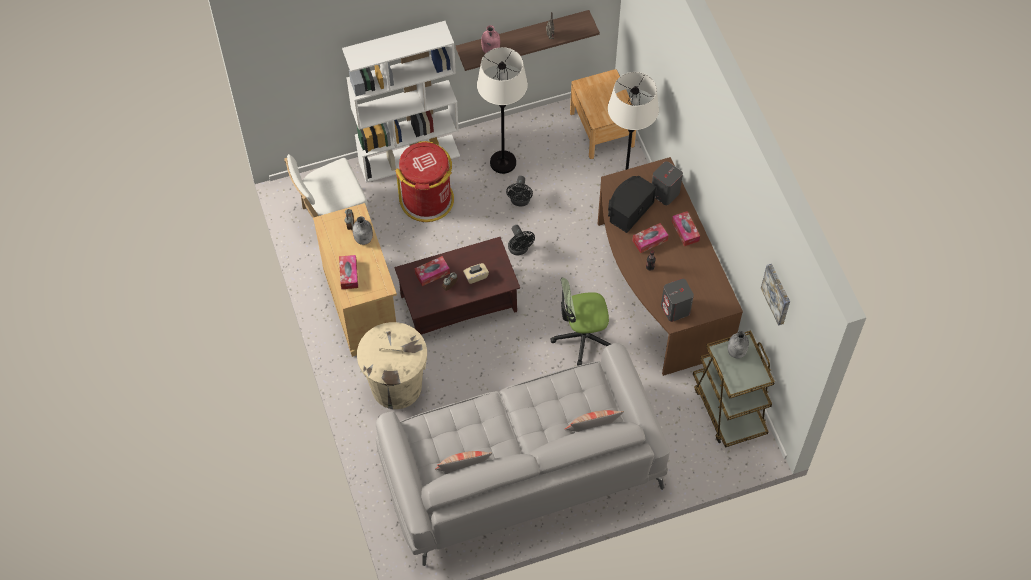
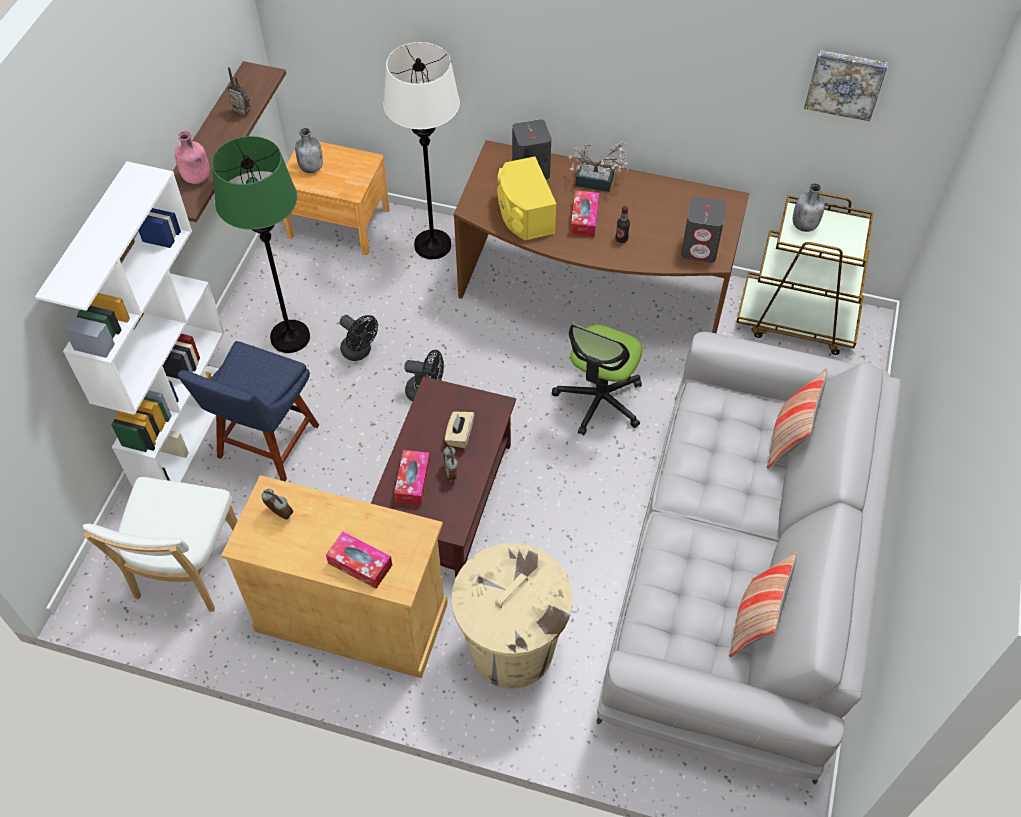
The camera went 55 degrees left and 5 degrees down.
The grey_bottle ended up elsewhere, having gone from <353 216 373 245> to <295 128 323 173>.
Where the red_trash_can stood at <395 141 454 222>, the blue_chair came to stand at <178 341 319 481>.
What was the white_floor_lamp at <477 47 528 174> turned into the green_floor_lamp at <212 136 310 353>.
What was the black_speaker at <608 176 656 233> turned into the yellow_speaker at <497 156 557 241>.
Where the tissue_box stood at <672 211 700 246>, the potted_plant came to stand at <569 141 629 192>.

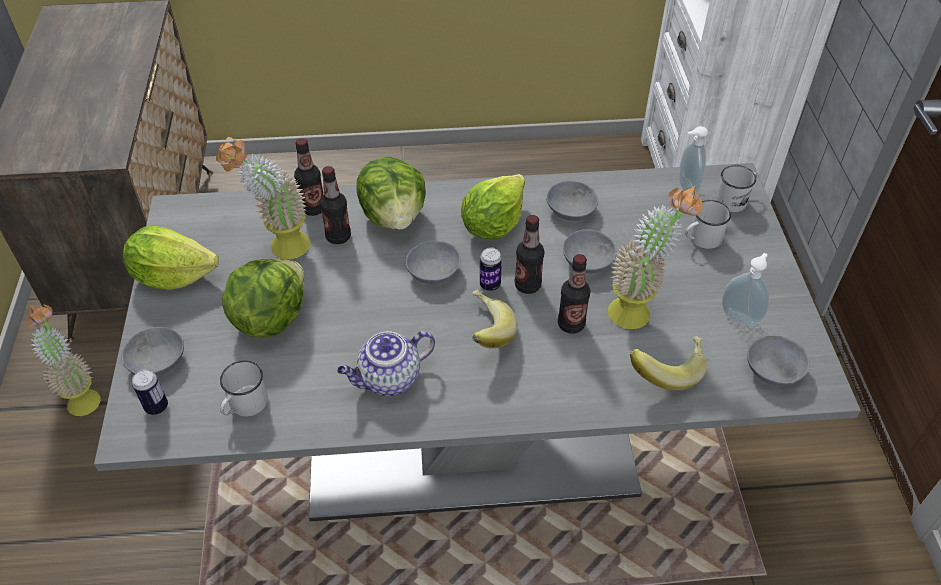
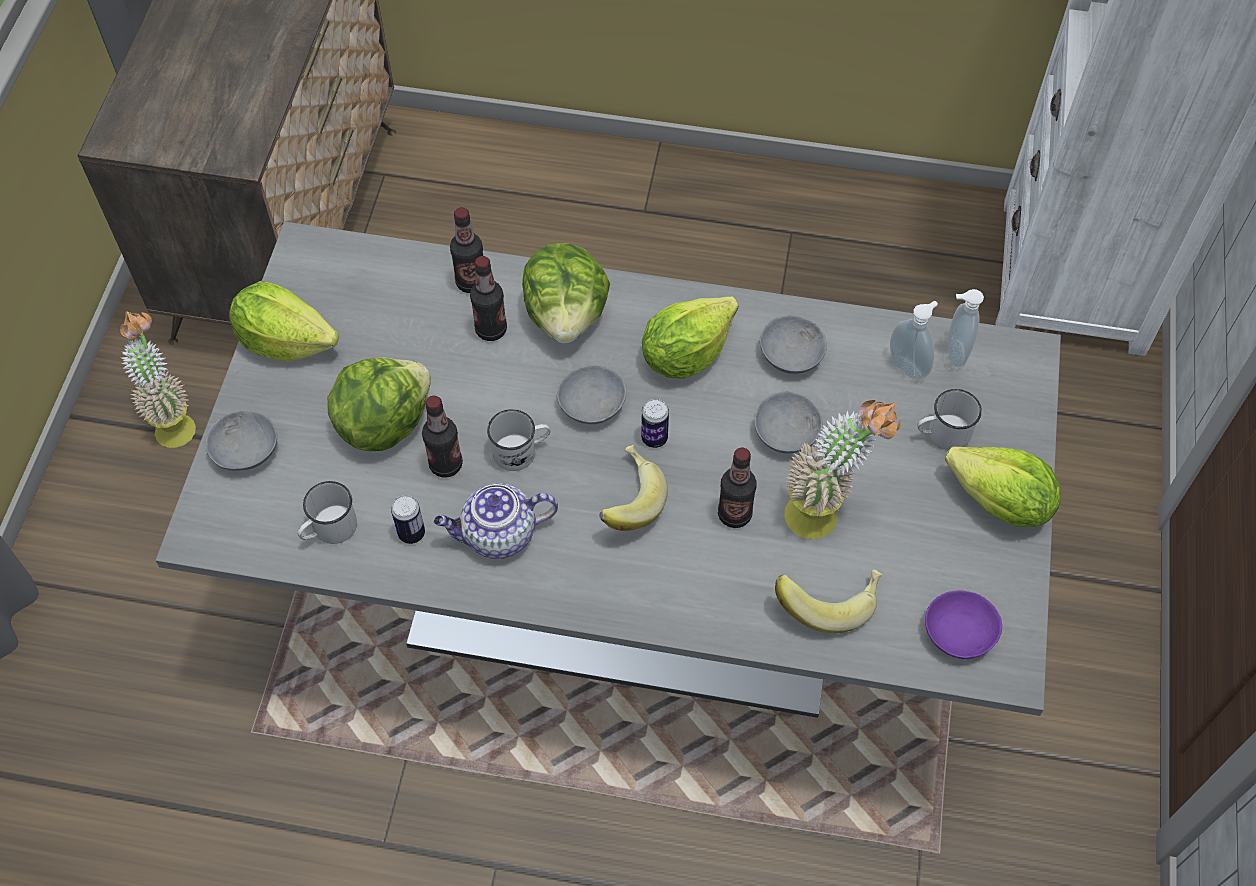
The camera went 15 degrees right and 10 degrees up.
The can ended up elsewhere, having gone from <132 369 168 415> to <391 495 425 544>.
The second view lost the potted_plant at <216 137 311 260>.
The bottle ended up elsewhere, having gone from <515 215 544 294> to <422 396 463 478>.
The white_mug ended up elsewhere, having gone from <716 165 758 212> to <487 409 550 471>.
The soap_dispenser ended up elsewhere, having gone from <722 253 769 326> to <890 301 938 380>.
What was the grey_bowl at <747 336 810 386> turned into the purple_bowl at <925 590 1002 659>.
The second view gained the lettuce at <945 447 1061 527>.

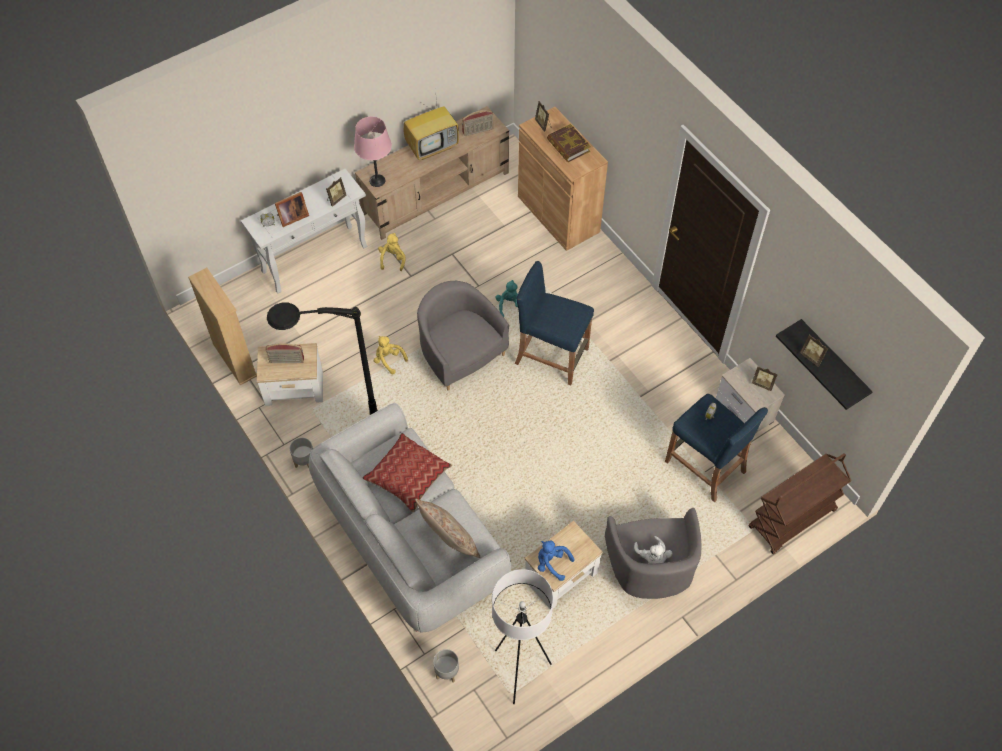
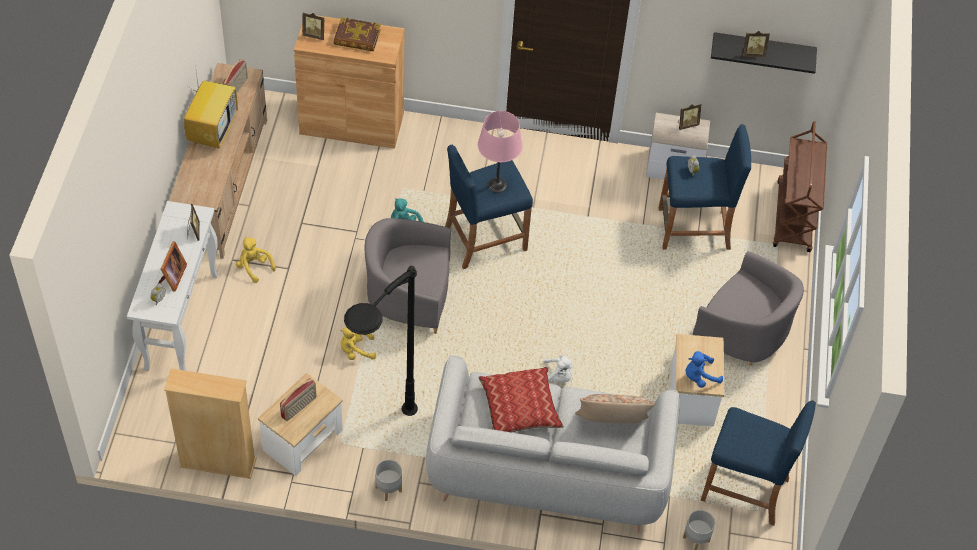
The camera went 50 degrees left and 5 degrees down.
The pink_table_lamp ended up elsewhere, having gone from <354 117 392 187> to <478 111 522 193>.
Where the white_floor_lamp stood at <492 569 553 704>, the blue_stool came to stand at <701 400 816 526>.
The white_plush_toy ended up elsewhere, having gone from <634 536 673 564> to <543 355 572 383>.

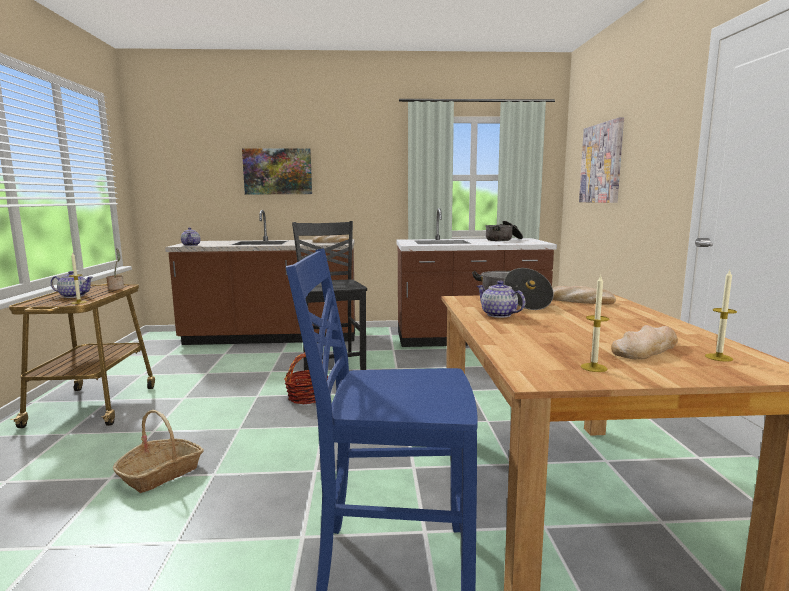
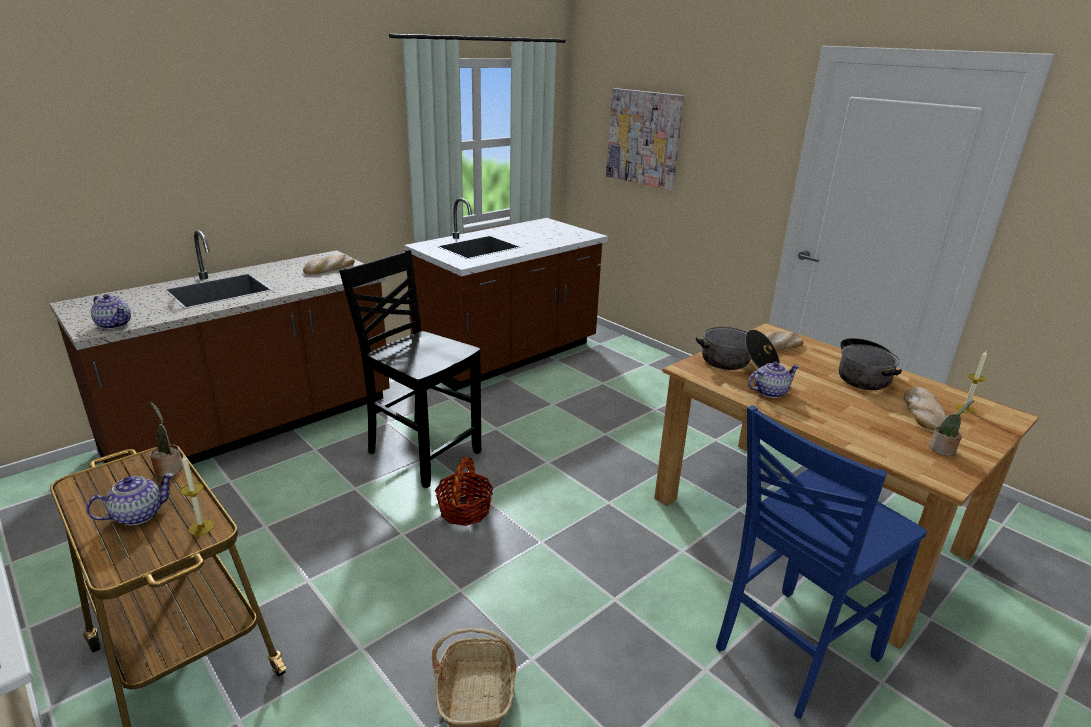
The camera went 40 degrees left and 15 degrees up.
The second view lost the picture at <242 148 312 195>.
The teapot at <477 281 526 318> ended up facing another way, 150 degrees clockwise from before.
The cooking_pot ended up elsewhere, having gone from <485 221 523 241> to <839 338 902 390>.
Where the candle stood at <581 276 609 372>, the potted_plant came to stand at <929 400 974 456>.

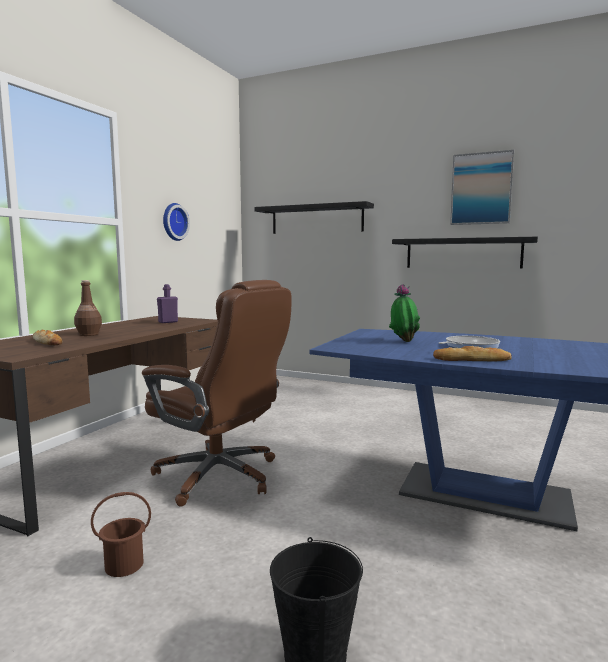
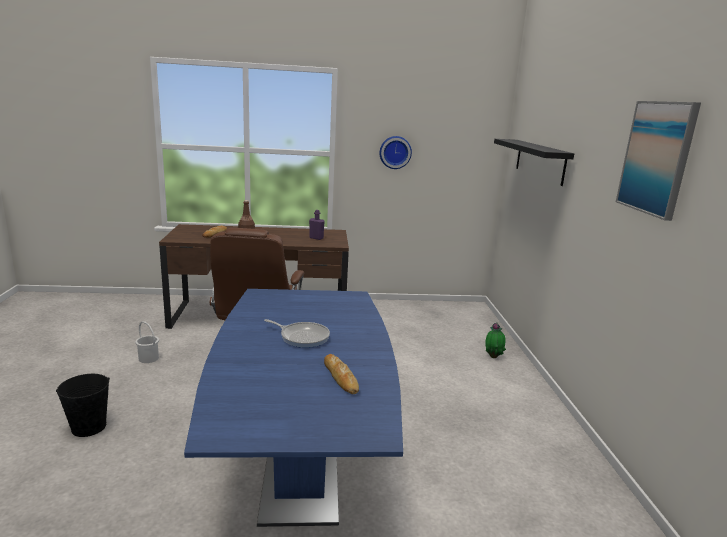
The camera went 60 degrees right and 10 degrees up.
What was the brown_bucket at <91 492 151 577> turned into the white_bucket at <135 321 159 363>.
The potted_plant ended up elsewhere, having gone from <389 284 420 342> to <485 323 506 358>.
The second view lost the black_shelf at <392 237 538 269>.
The bread ended up elsewhere, having gone from <433 346 512 361> to <324 354 359 394>.

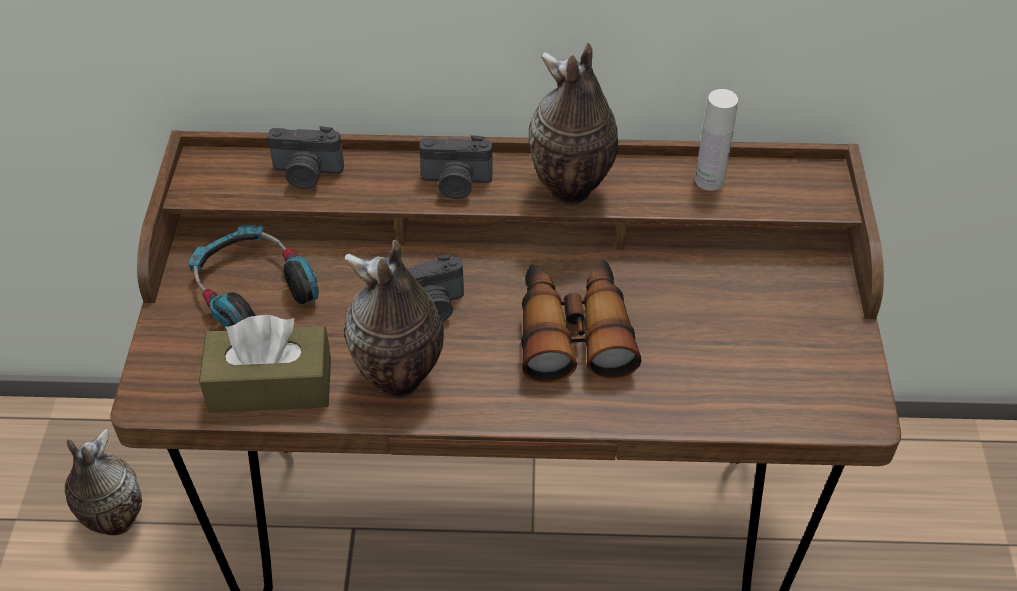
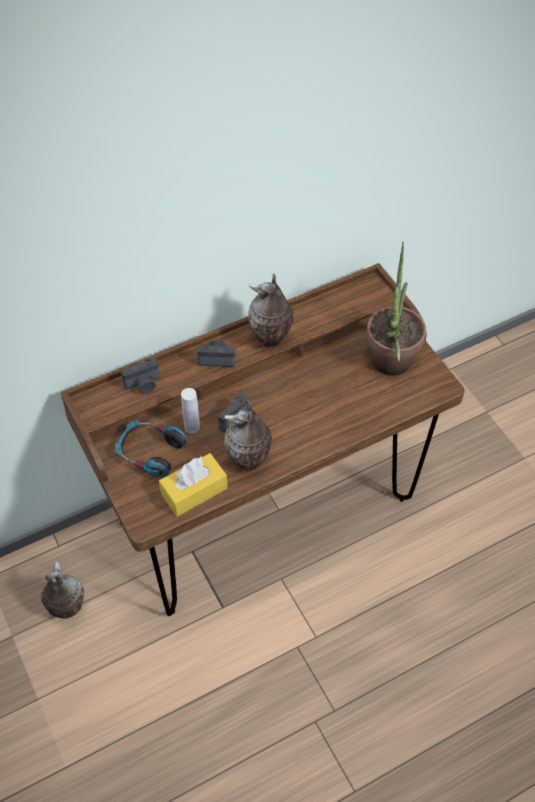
The camera went 30 degrees left and 5 degrees up.
What was the brown_tissue_box at <199 315 331 413> turned into the yellow_tissue_box at <159 453 228 517>.
The photo_camera at <419 135 493 199> ended up facing another way, 150 degrees counterclockwise from before.
The second view lost the binoculars at <521 260 641 383>.
The white_bottle ended up elsewhere, having gone from <695 89 738 191> to <181 388 200 434>.
The second view gained the potted_plant at <367 242 426 376>.

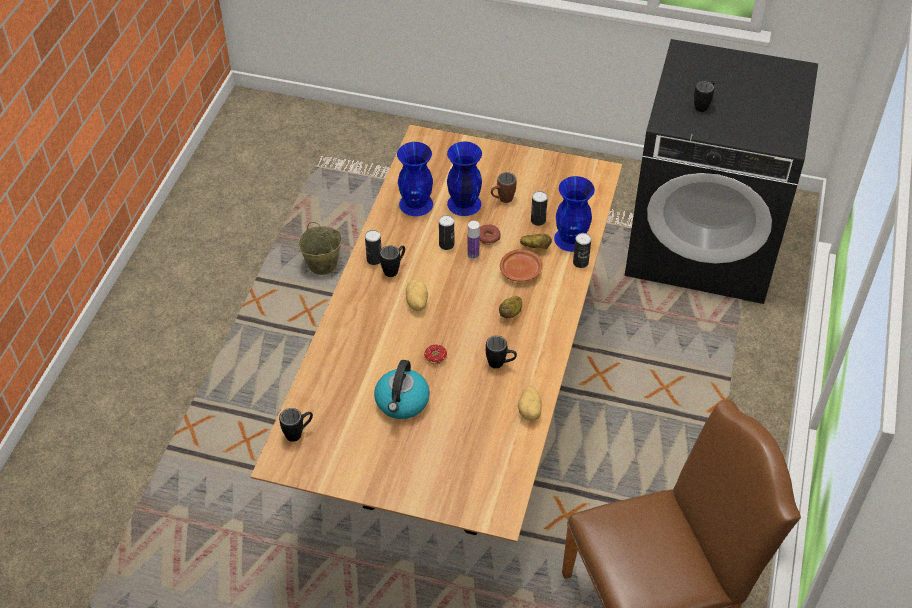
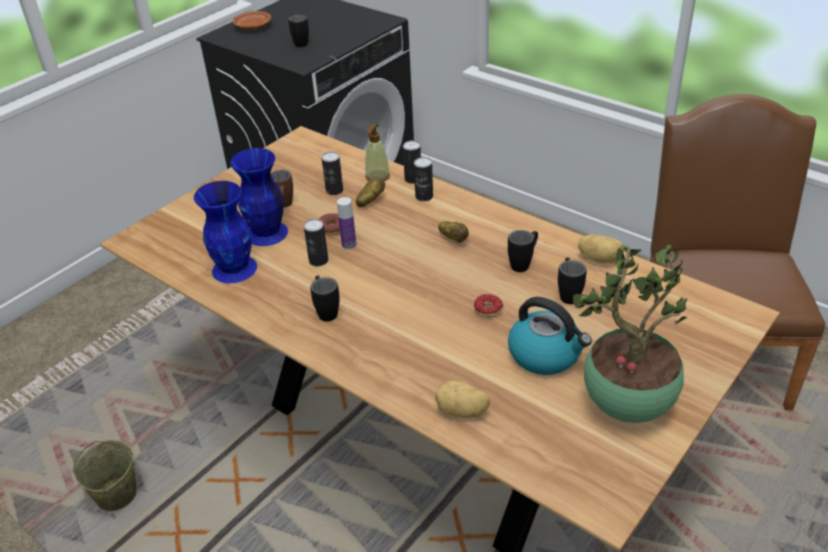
The camera went 65 degrees left and 10 degrees down.
The black_mug ended up elsewhere, having gone from <279 408 313 442> to <558 257 587 304>.
The can ended up elsewhere, having gone from <365 230 381 265> to <414 157 433 201>.
The potato ended up elsewhere, having gone from <406 279 428 311> to <435 380 490 418>.
The brown_plate ended up elsewhere, having gone from <500 250 543 282> to <233 11 271 30>.
Where the blue_vase stood at <554 176 595 252>, the soap_dispenser came to stand at <365 124 390 181>.
The second view gained the potted_plant at <573 245 687 423>.

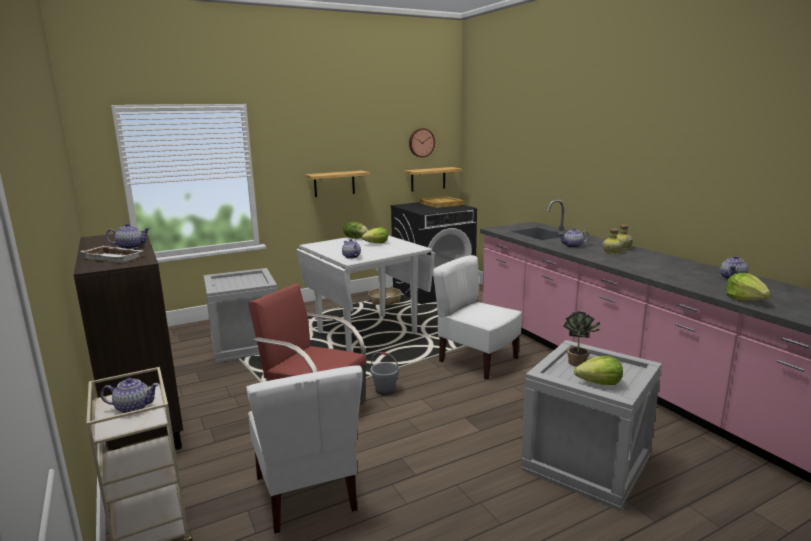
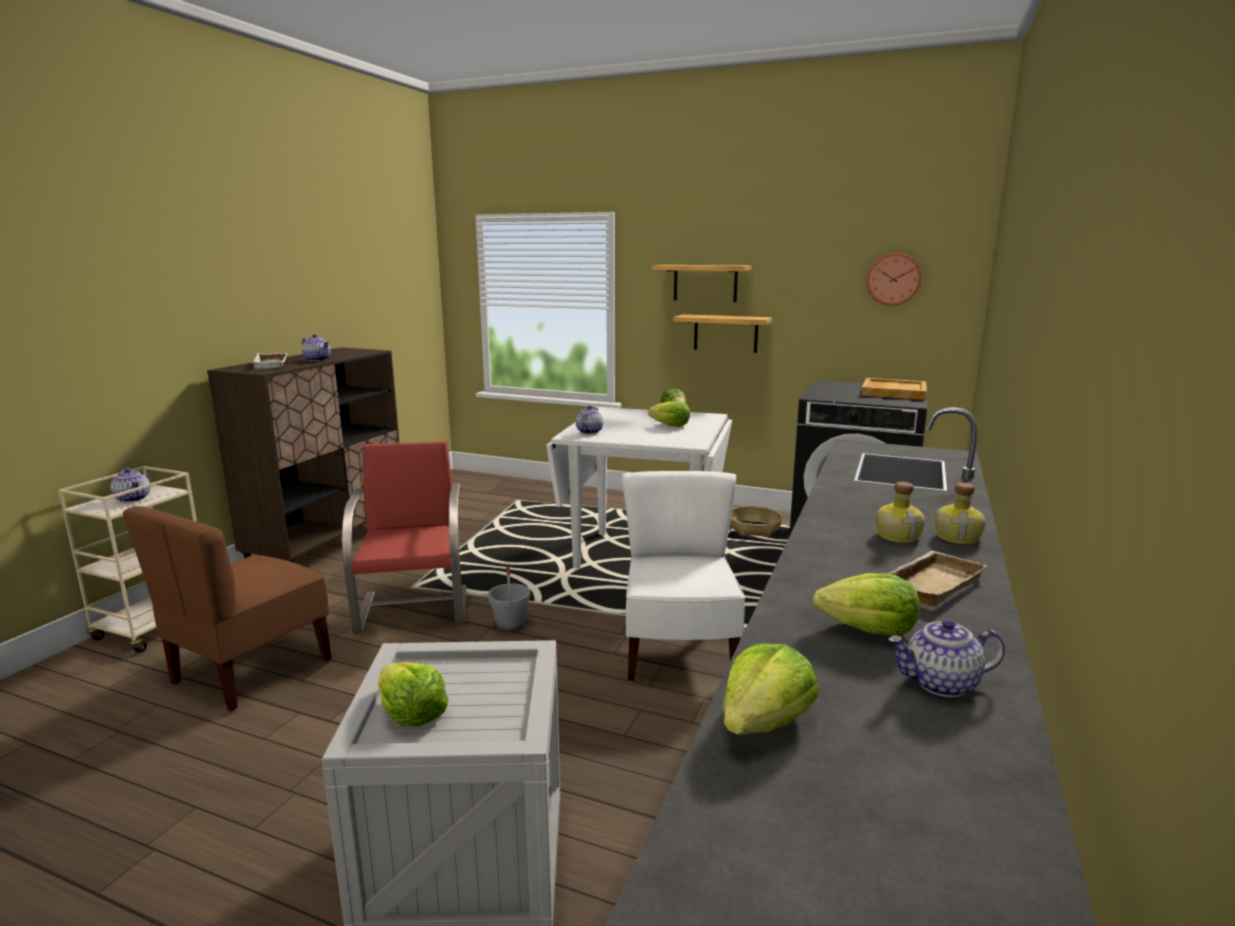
The camera went 50 degrees right and 0 degrees up.
The second view lost the crate at <204 268 278 363>.
What was the white_chair at <247 365 363 534> turned into the brown_chair at <123 506 332 711>.
The shelf ended up elsewhere, having gone from <404 167 462 191> to <652 265 752 302>.
The second view lost the teapot at <558 228 589 248>.
The second view lost the potted_plant at <563 311 600 367>.
The second view gained the lettuce at <813 573 919 636>.
The second view gained the beige_tray at <887 551 987 607>.

